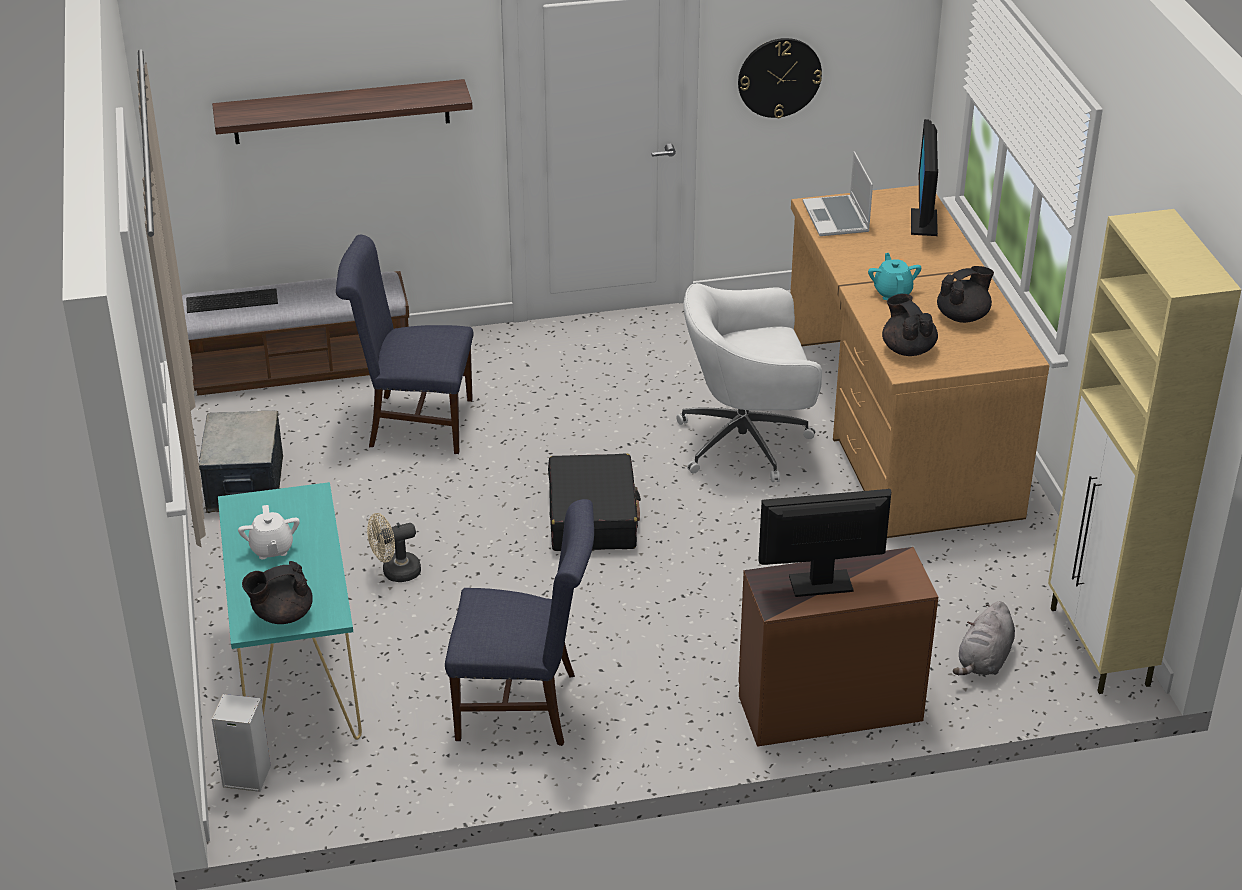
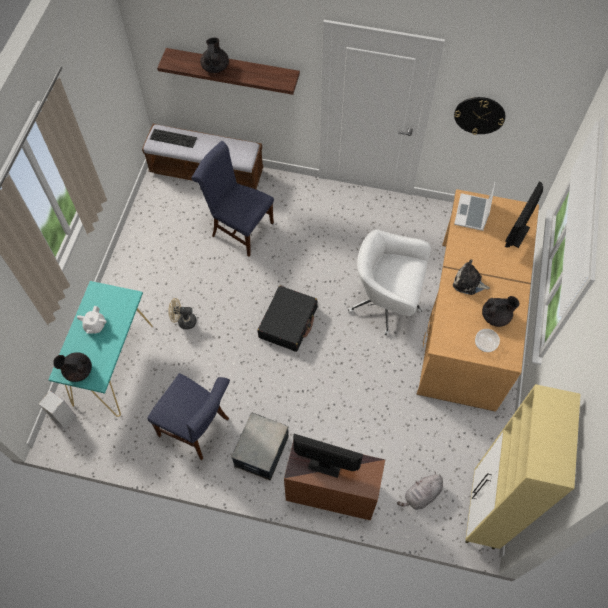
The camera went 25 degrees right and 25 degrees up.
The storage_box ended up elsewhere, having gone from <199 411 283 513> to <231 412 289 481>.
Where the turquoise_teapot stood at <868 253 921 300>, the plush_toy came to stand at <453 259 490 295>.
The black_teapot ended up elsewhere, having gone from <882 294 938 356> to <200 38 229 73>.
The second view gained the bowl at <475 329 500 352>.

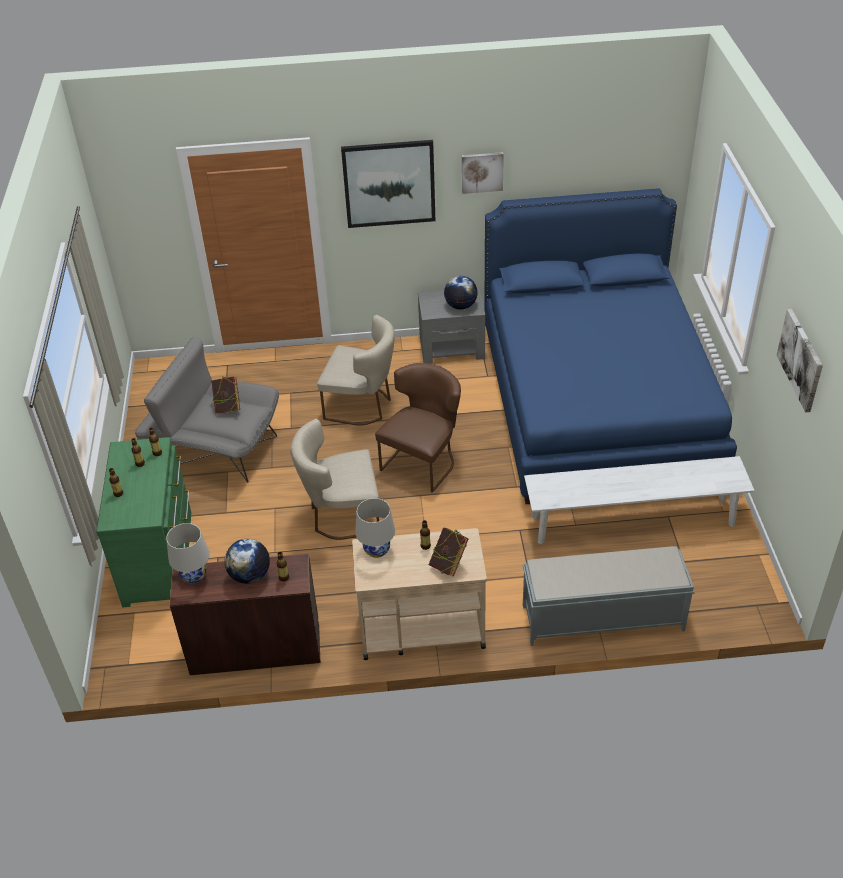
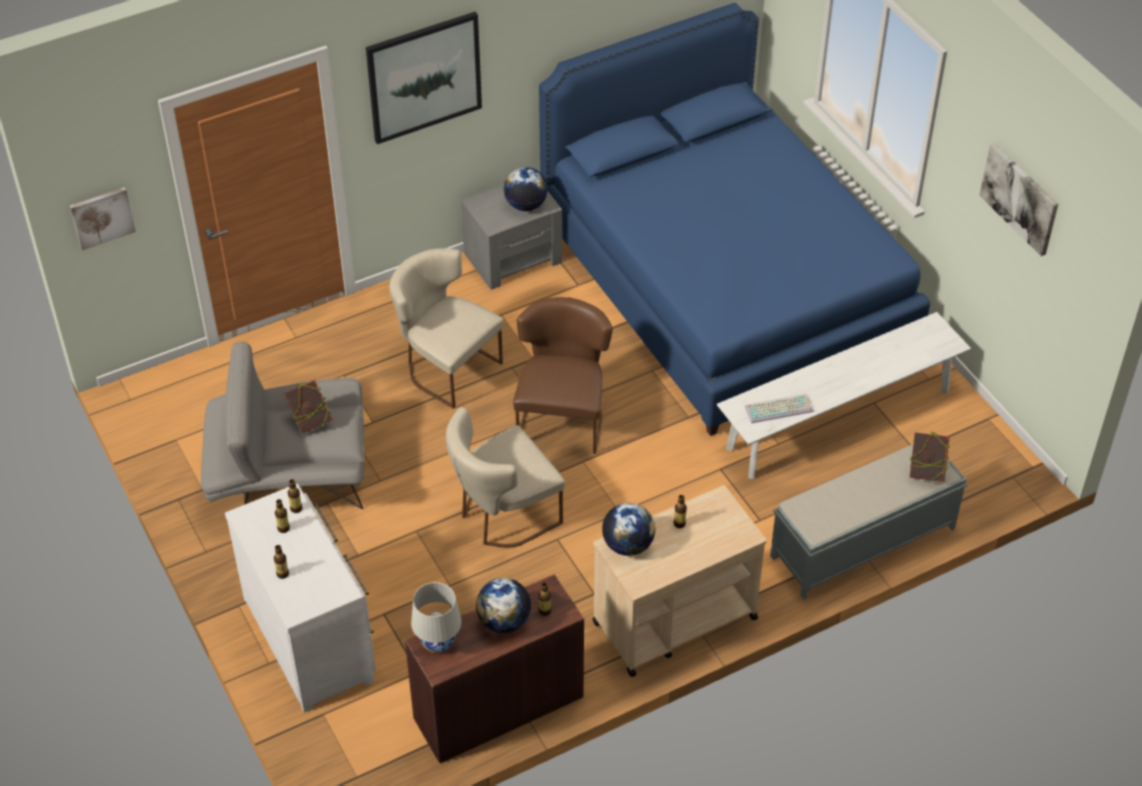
The camera went 25 degrees left and 5 degrees up.
What was the green_dresser at <96 437 191 607> turned into the white_dresser at <225 484 376 713>.
The beige_chair at <317 315 395 426> ended up facing another way, 135 degrees counterclockwise from before.
Where the white_table_lamp stood at <355 498 395 558>, the globe came to stand at <602 503 655 556>.
The book ended up elsewhere, having gone from <429 527 468 577> to <909 431 950 482>.
The picture ended up elsewhere, having gone from <462 152 504 194> to <70 187 136 250>.
The second view gained the keyboard at <745 394 814 423>.

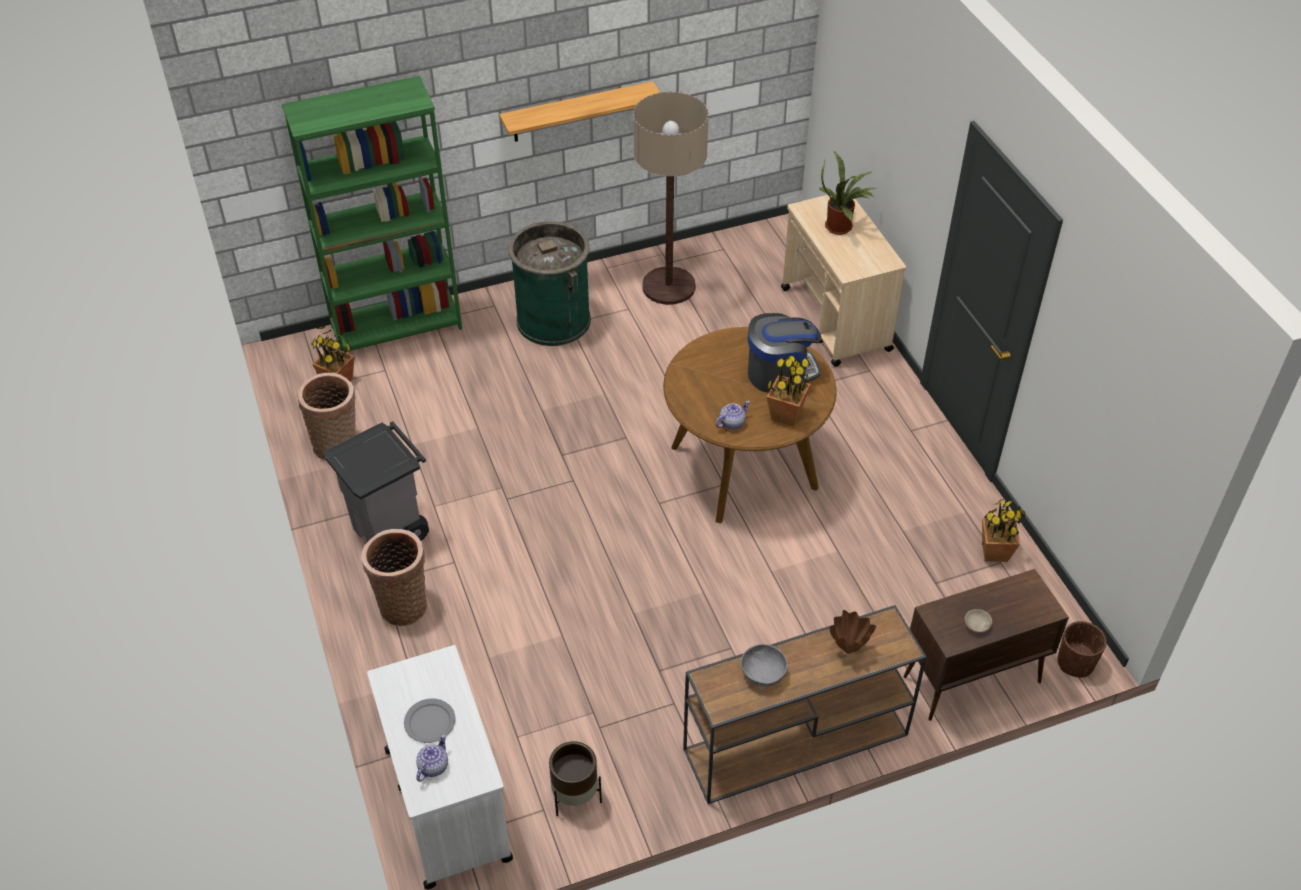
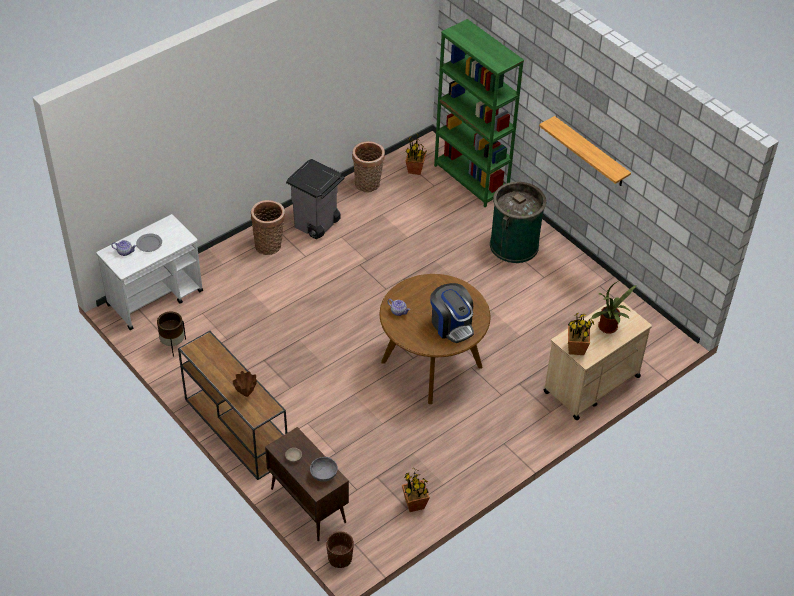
The camera went 70 degrees right and 0 degrees up.
The second view lost the floor_lamp at <633 92 709 305>.
The grey_bowl ended up elsewhere, having gone from <741 644 788 687> to <310 457 338 482>.
The potted_plant ended up elsewhere, having gone from <767 355 811 426> to <568 313 594 355>.

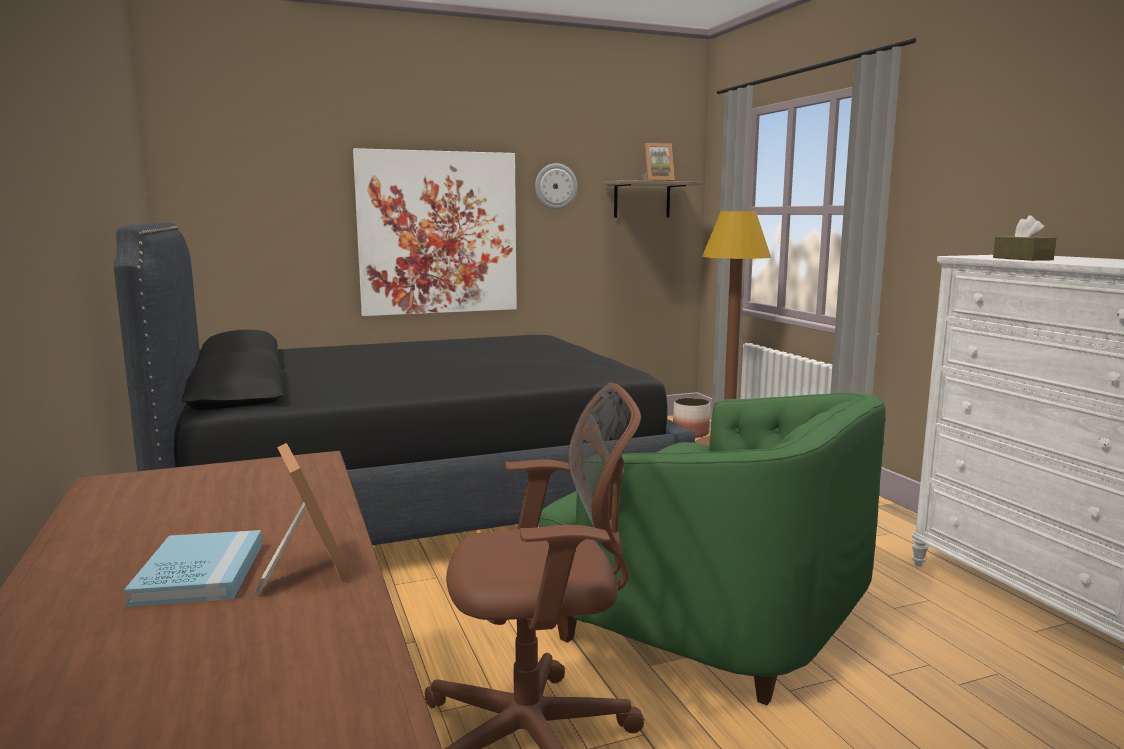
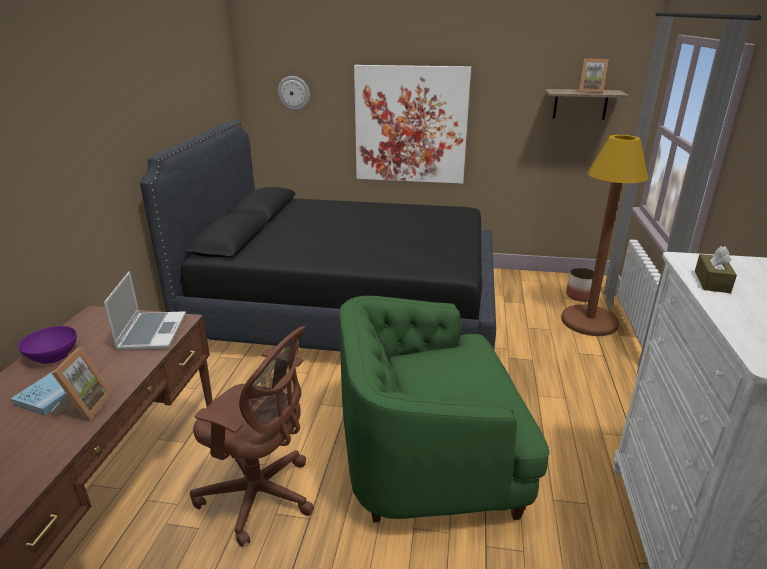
The camera went 30 degrees right and 15 degrees up.
The wall_clock ended up elsewhere, having gone from <535 163 577 210> to <278 76 310 110>.
The green_armchair at <539 393 886 705> ended up facing another way, 105 degrees clockwise from before.
The second view gained the purple_bowl at <18 326 77 364>.
The second view gained the laptop at <104 271 186 350>.

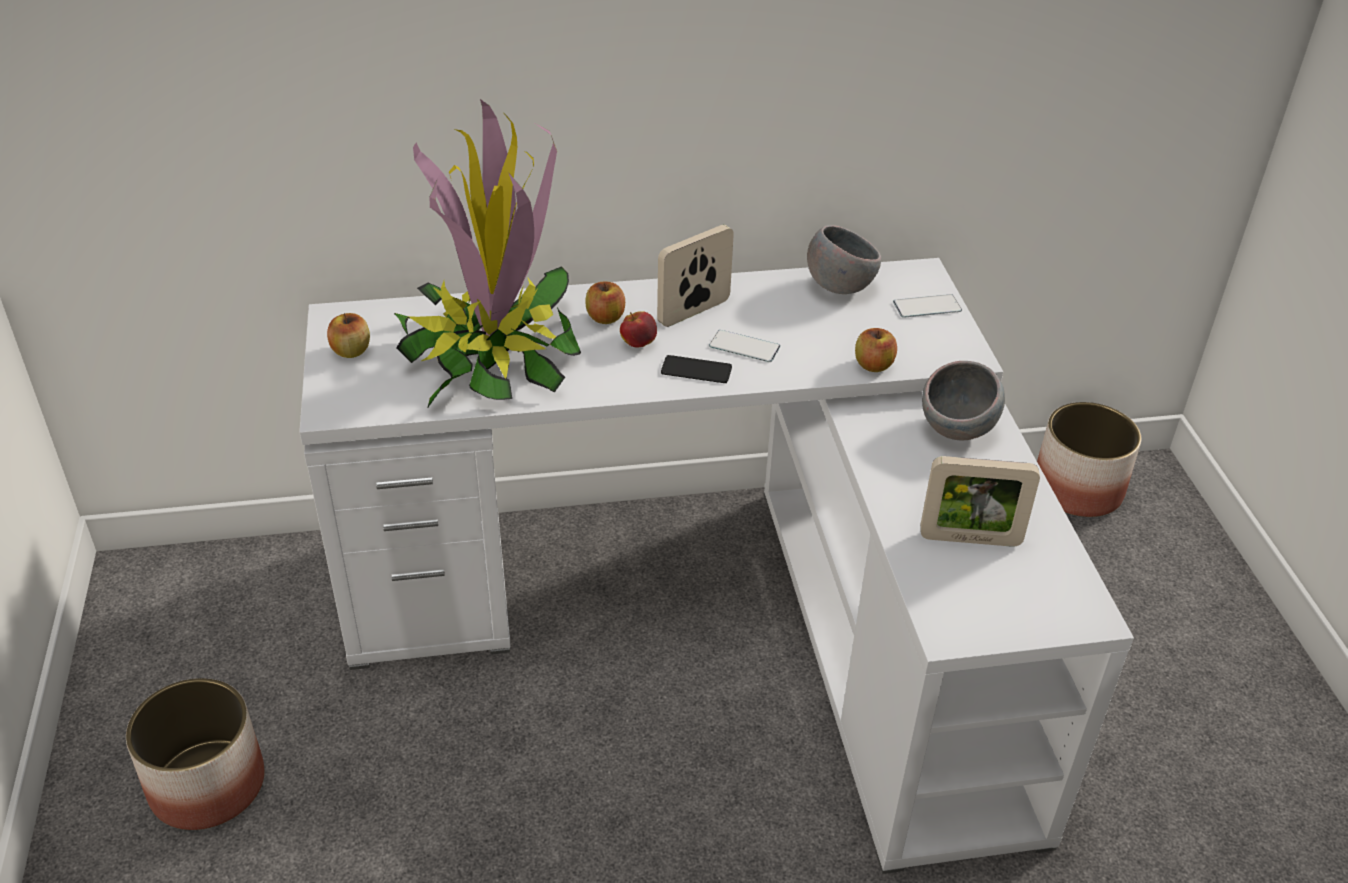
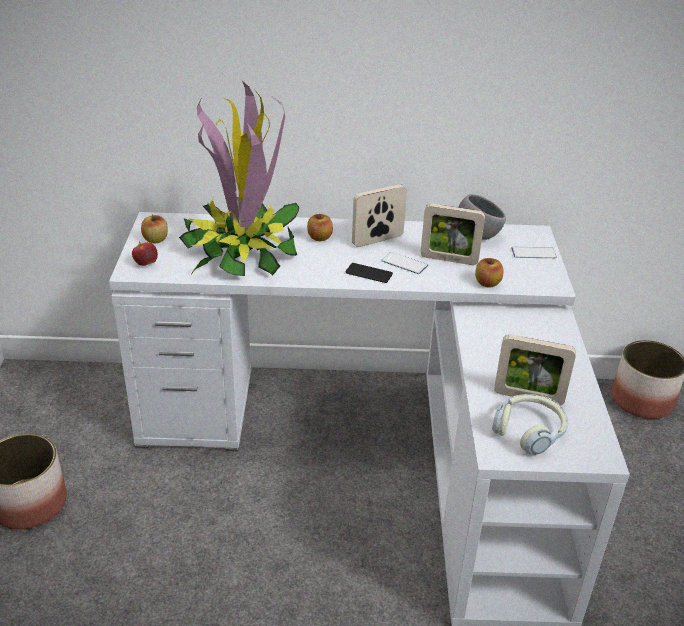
The camera went 10 degrees right and 5 degrees down.
The apple ended up elsewhere, having gone from <620 311 657 347> to <132 241 158 266>.
The second view lost the grey_bowl at <922 361 1005 440>.
The second view gained the picture_frame at <421 204 485 265>.
The second view gained the headphones at <492 394 568 455>.

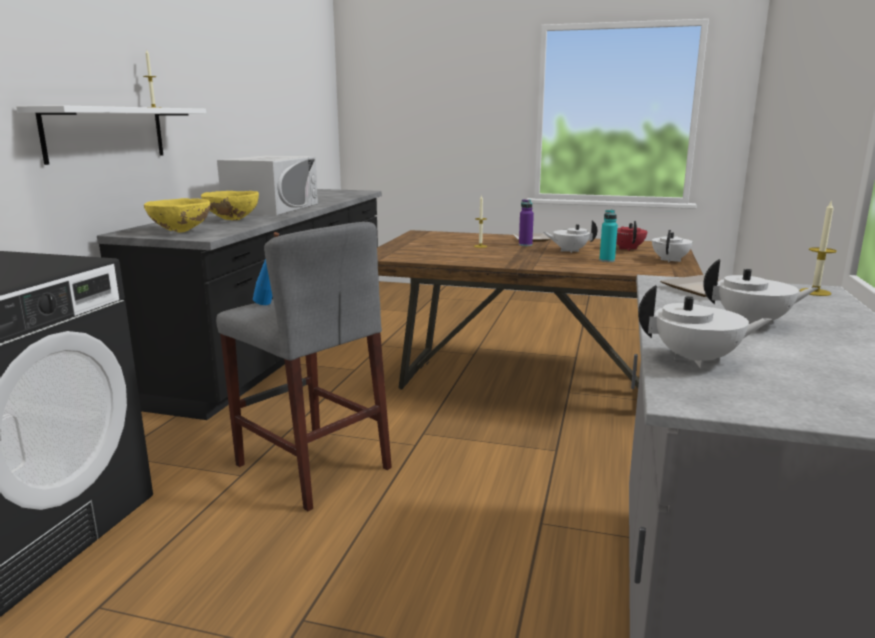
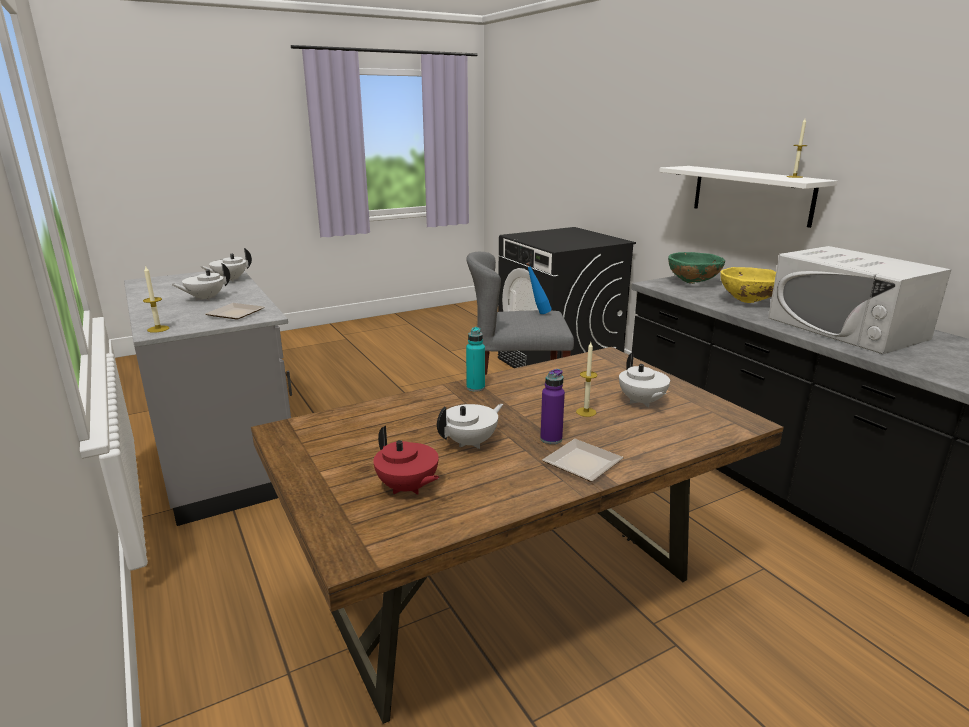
The camera went 135 degrees right and 5 degrees up.
What was the yellow_bowl at <144 198 211 233> turned into the green_bowl at <668 252 725 284>.
The turquoise_bottle ended up elsewhere, having gone from <599 210 618 262> to <466 327 485 392>.
The white_teapot ended up elsewhere, having gone from <652 230 693 262> to <619 352 670 407>.

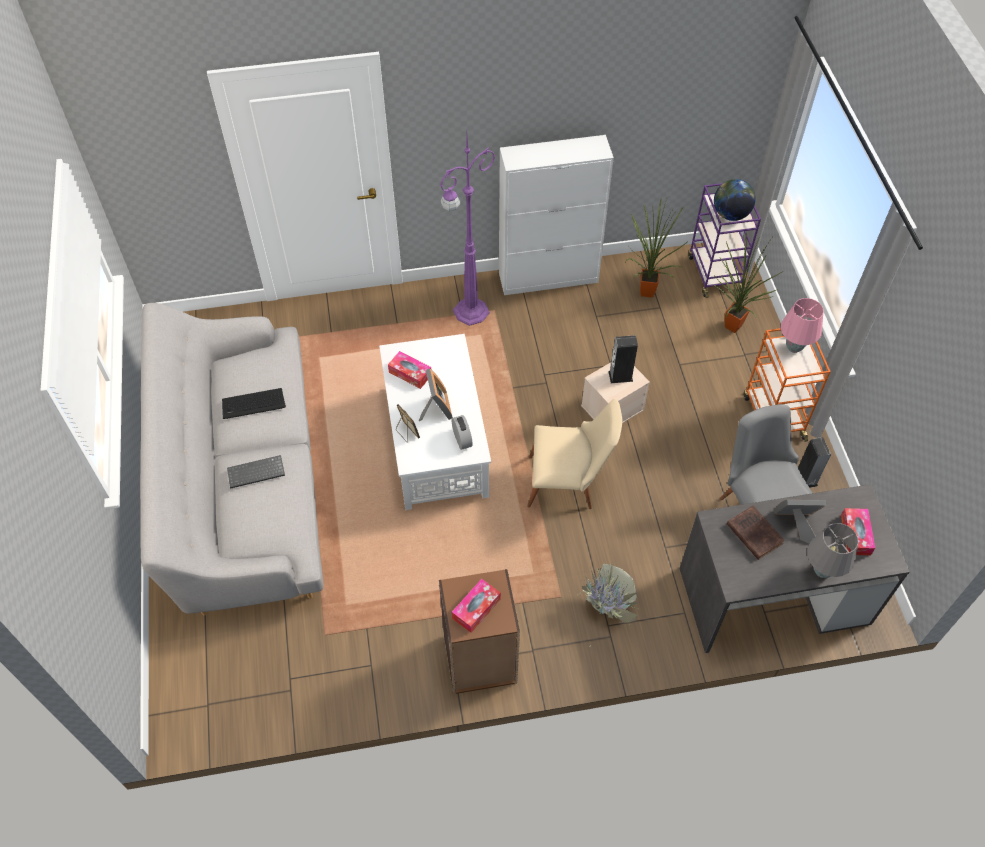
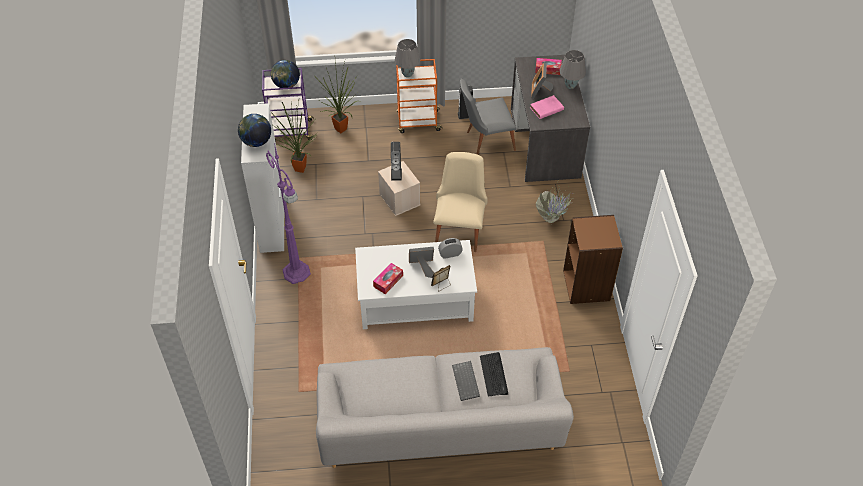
The camera went 85 degrees left and 5 degrees down.
The keyboard ended up elsewhere, having gone from <222 388 286 419> to <480 352 508 397>.
The second view lost the tissue_box at <452 579 501 633>.
What was the brown_book at <727 506 785 560> turned into the pink_book at <530 95 564 119>.
What was the pink_table_lamp at <781 298 824 353> turned into the grey_table_lamp at <395 39 420 78>.
The second view gained the globe at <238 114 271 147>.

